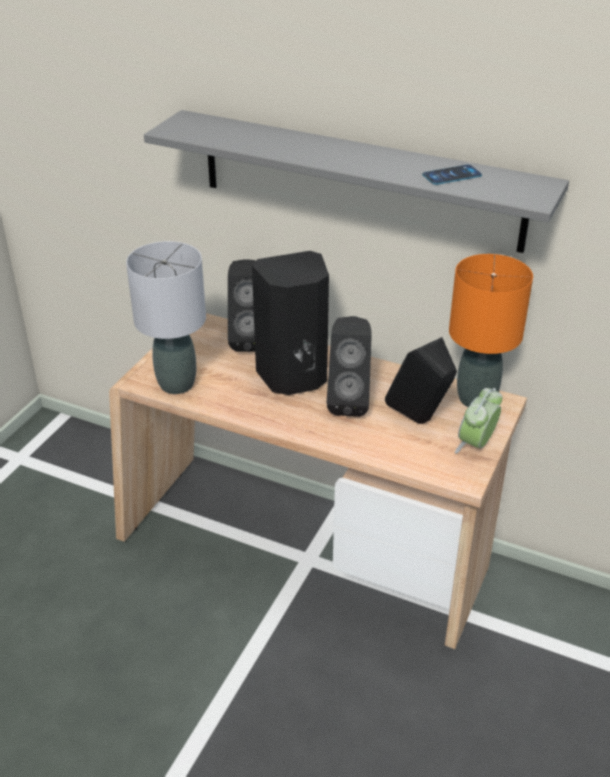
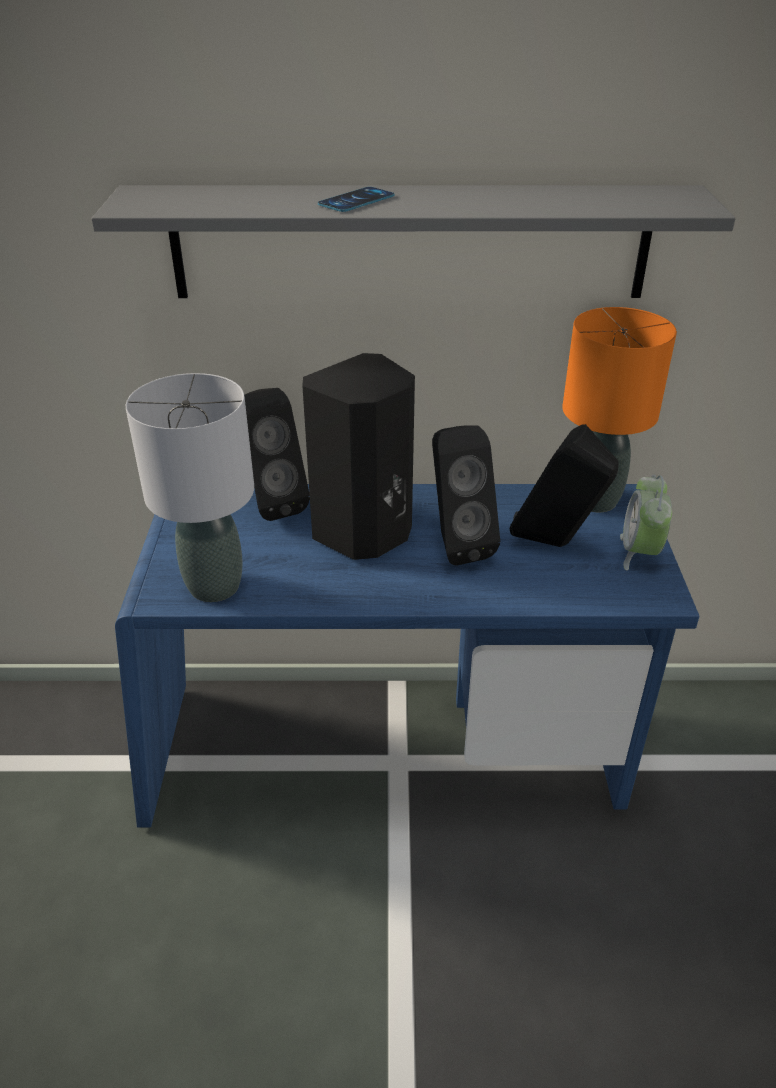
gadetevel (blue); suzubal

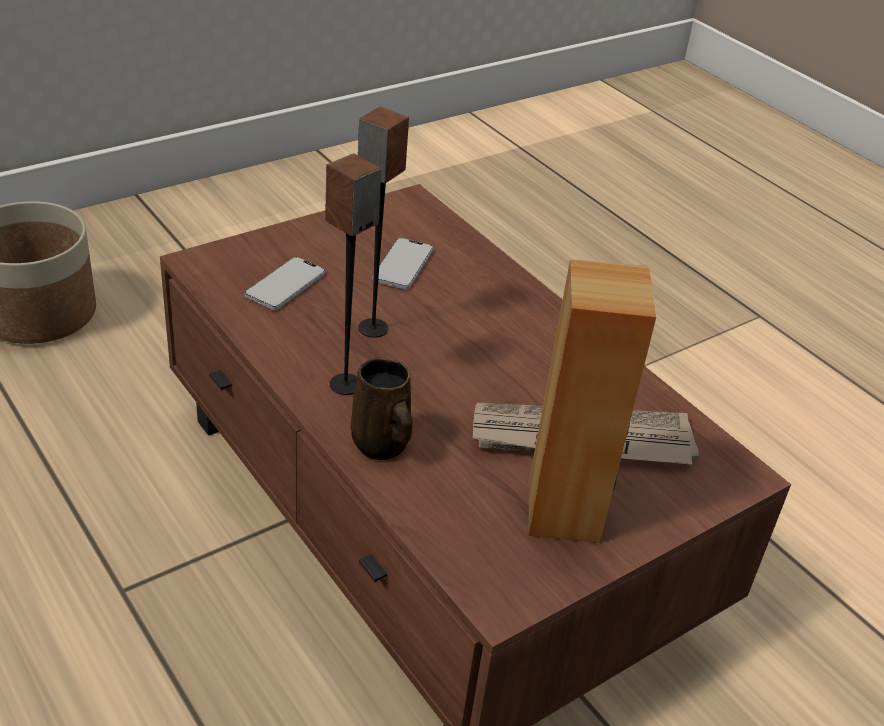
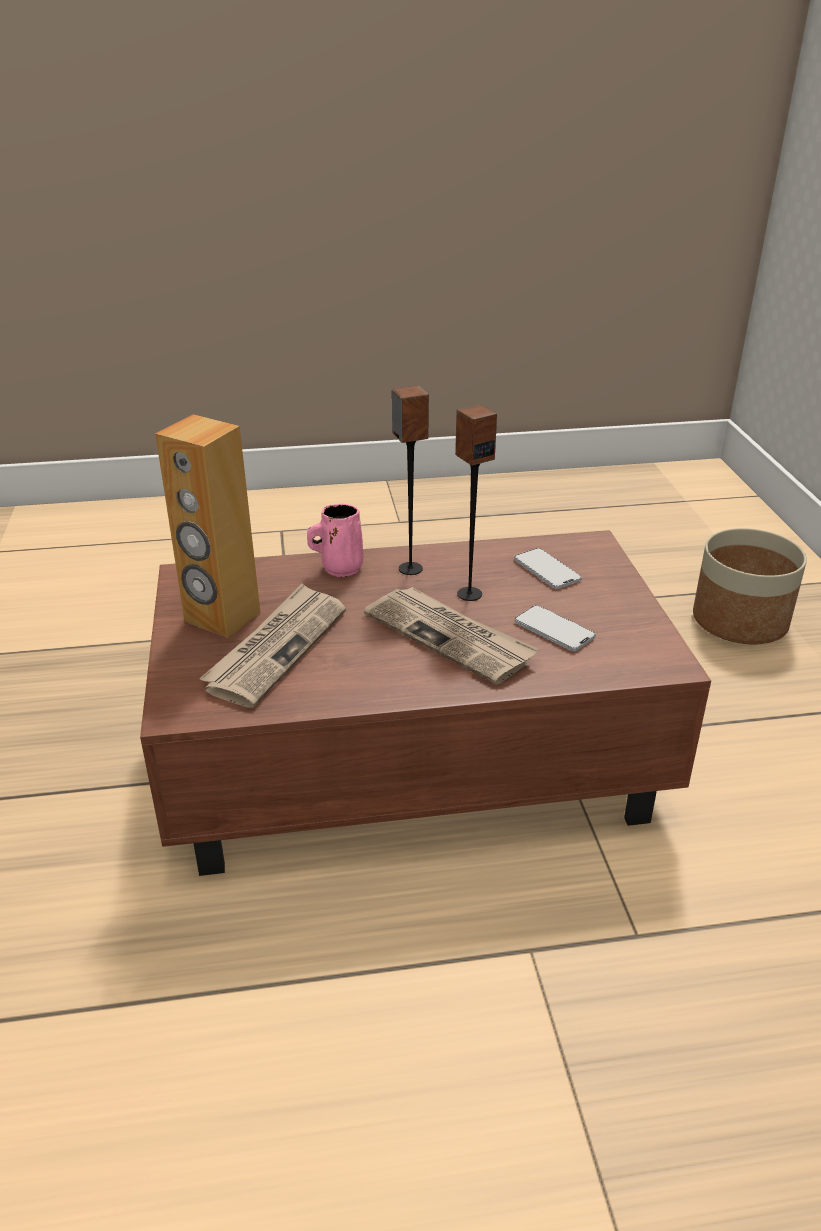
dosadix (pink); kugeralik (no. 2 from left)

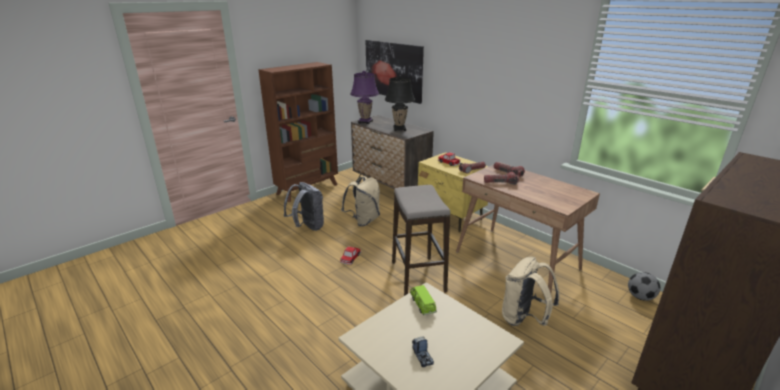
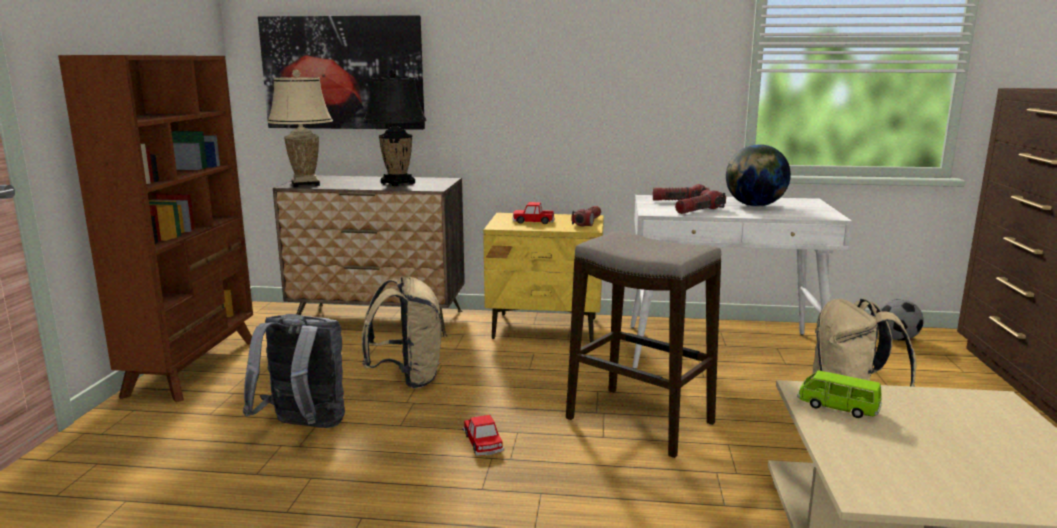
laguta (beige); gadetevel (white); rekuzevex; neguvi

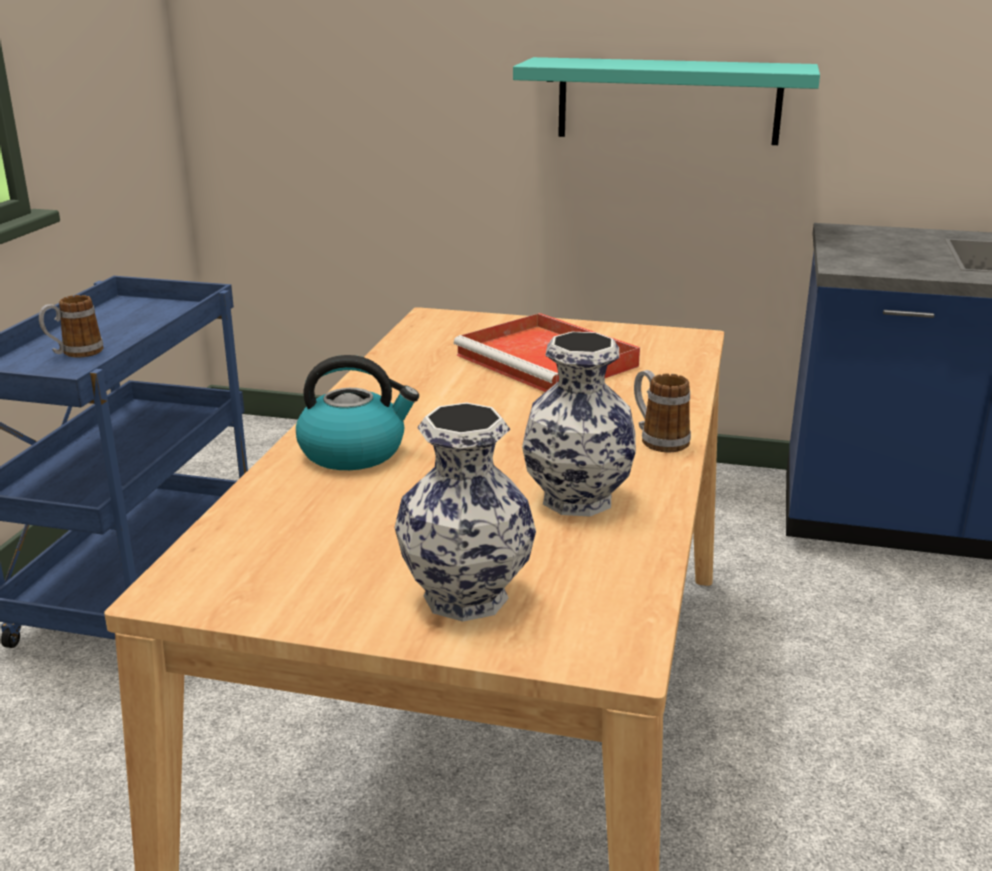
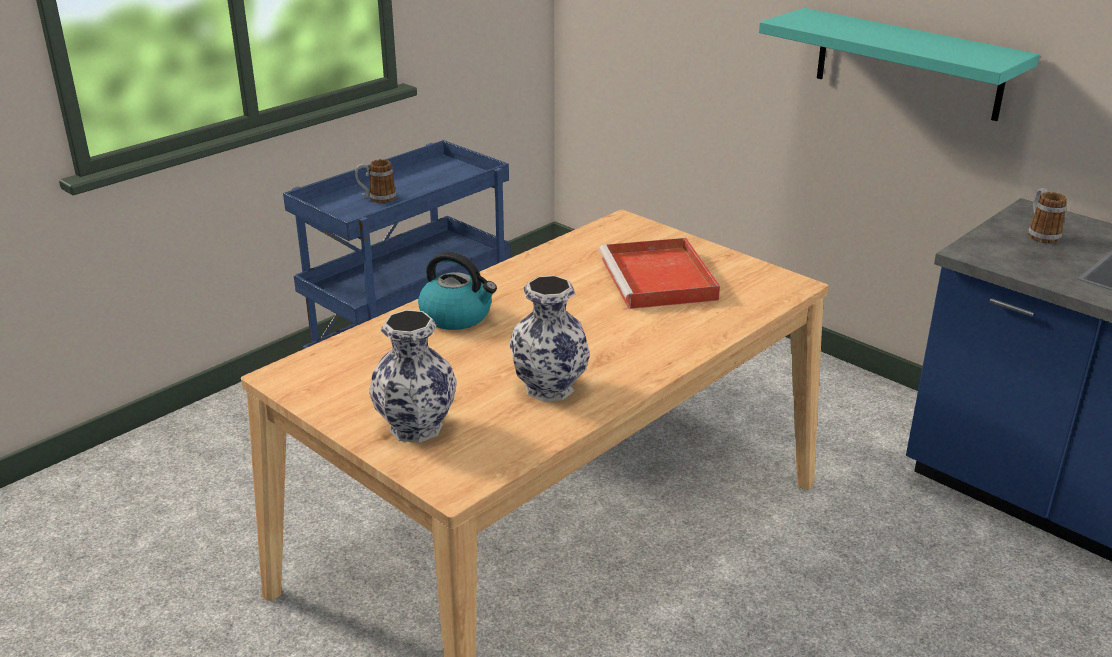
dosadix (no. 2 from left)

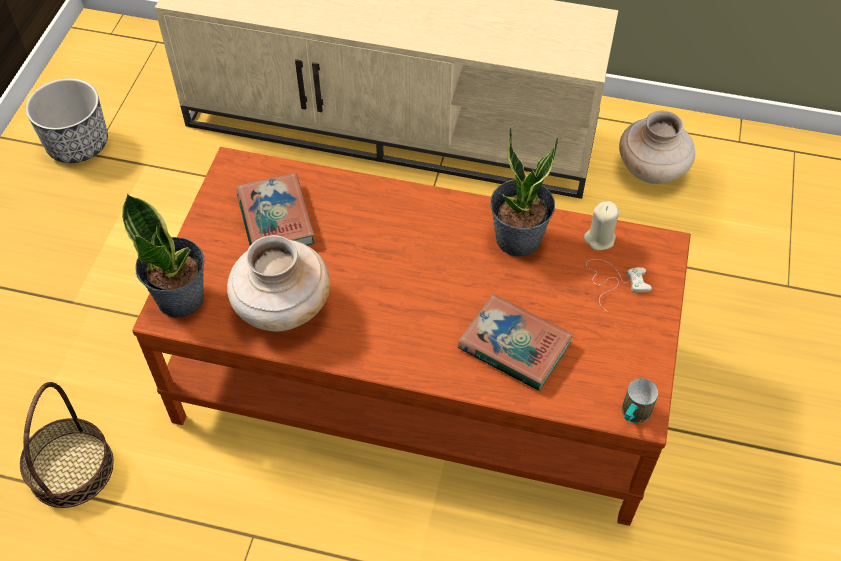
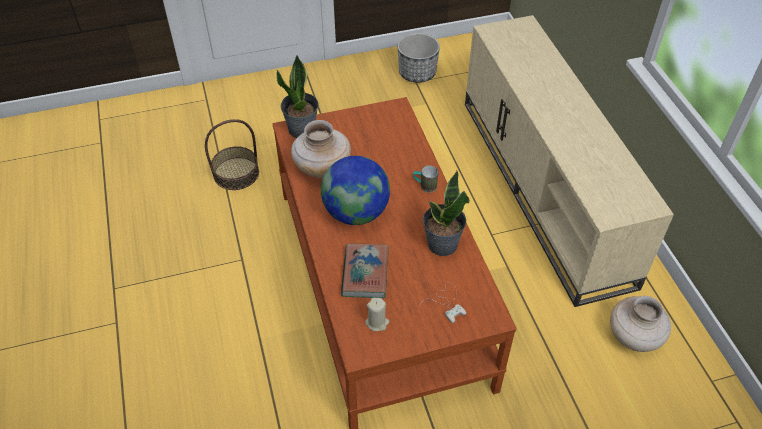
rekuzevex; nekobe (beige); dosadix; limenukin (no. 1 from left in the first image)

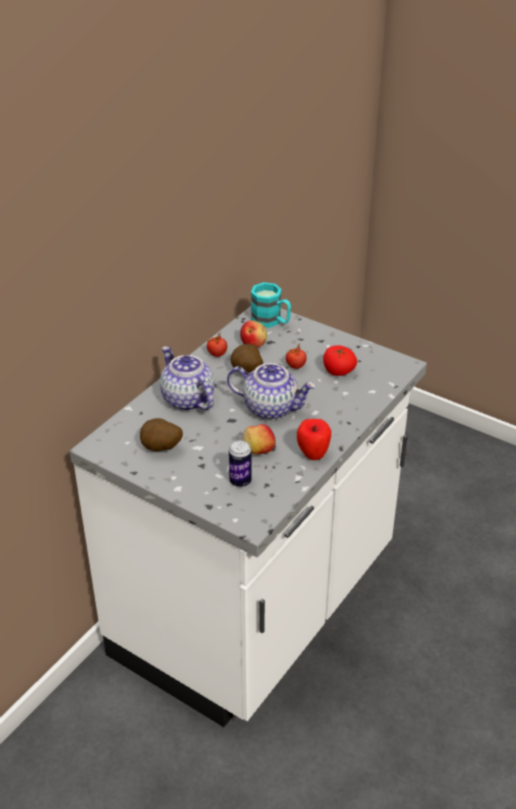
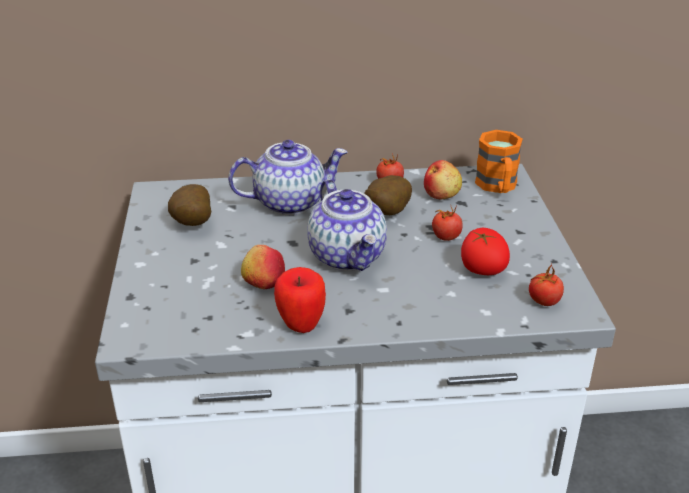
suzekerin (no. 1 from left); dosadix (orange); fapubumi (no. 4 from left); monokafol

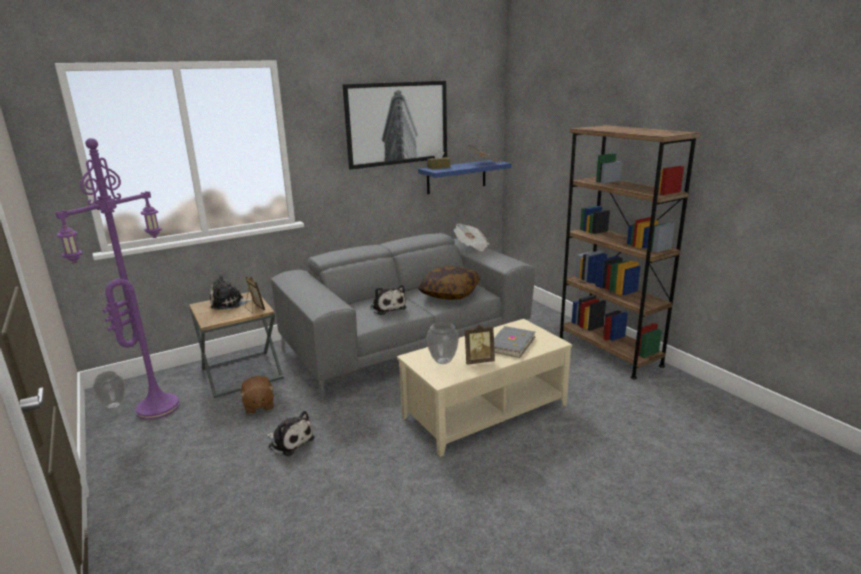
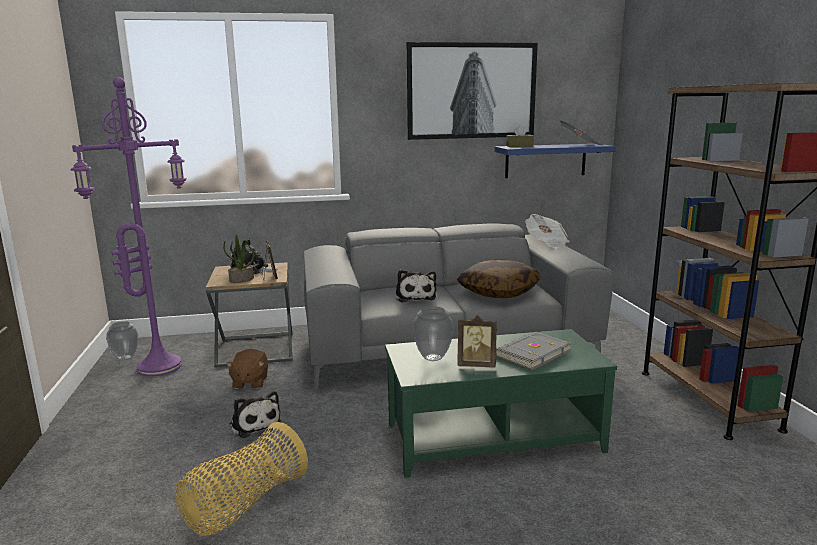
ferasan; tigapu; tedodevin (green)

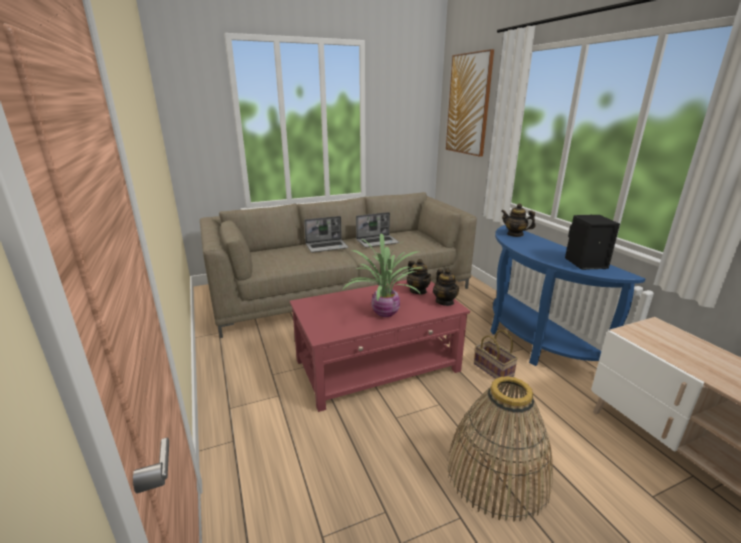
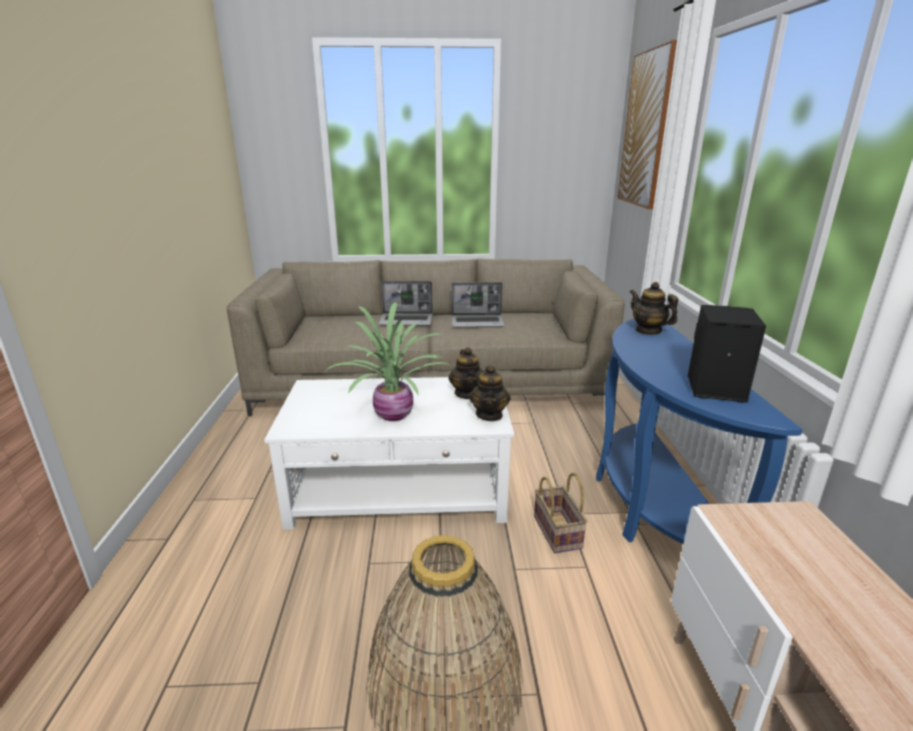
tedodevin (white)

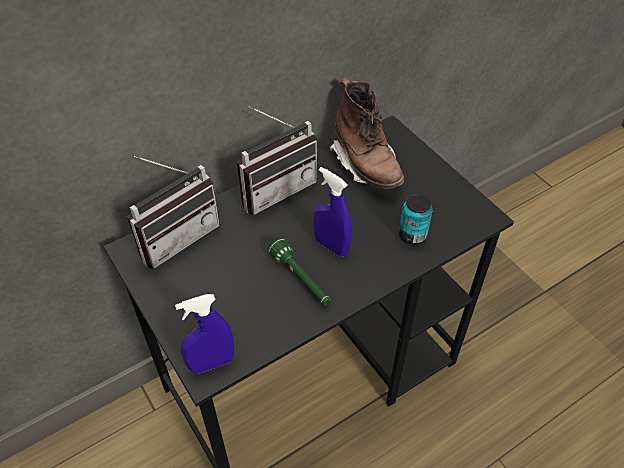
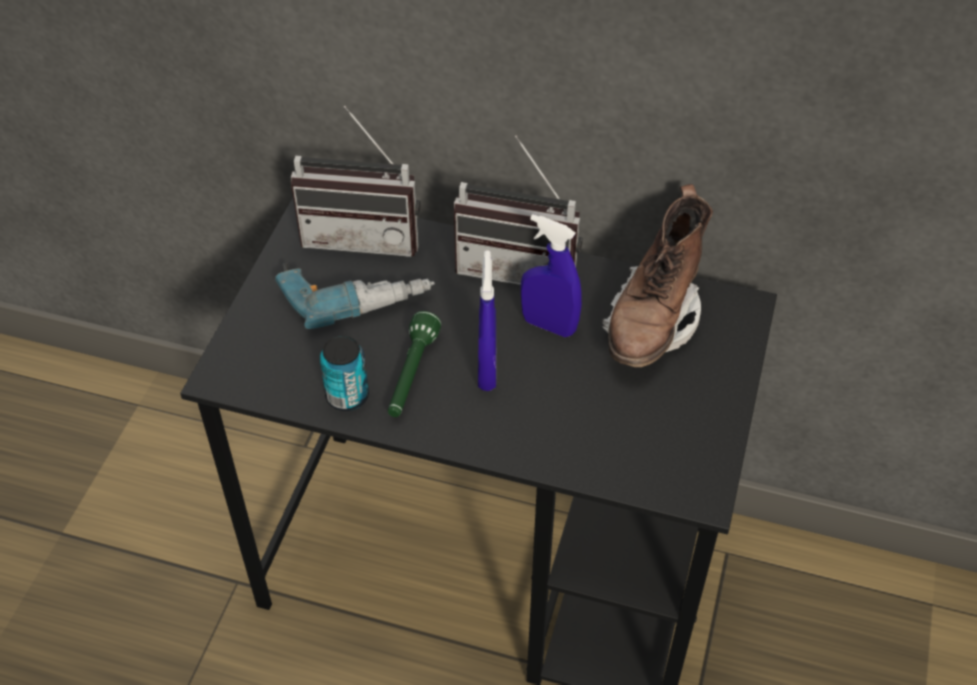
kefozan; monokafol; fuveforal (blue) (no. 2 from left)

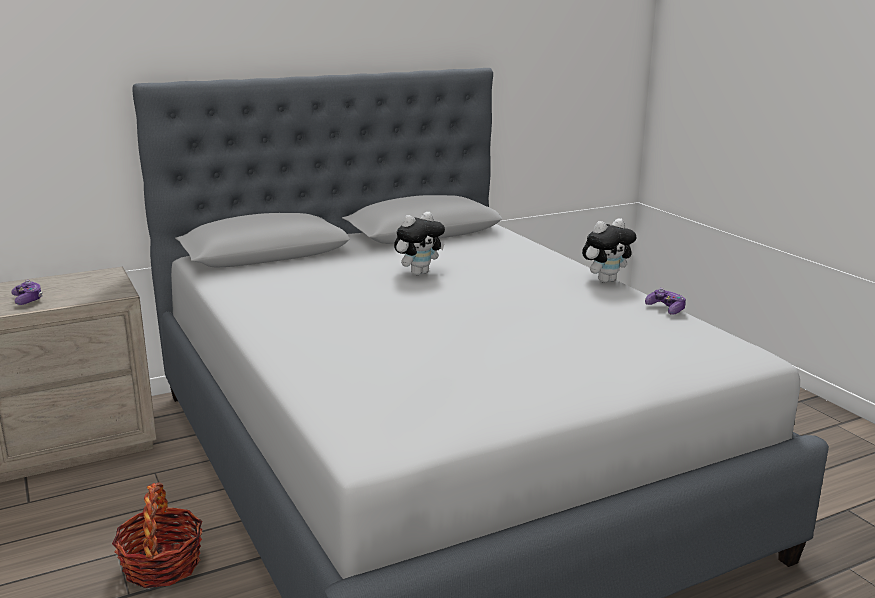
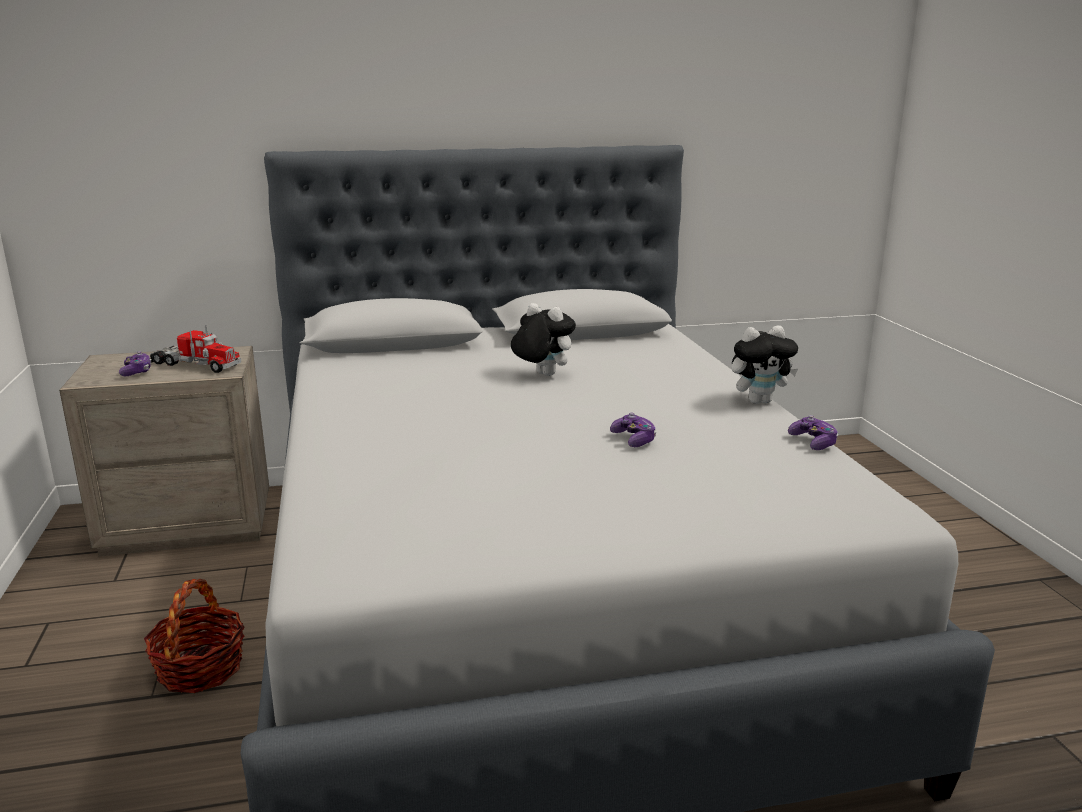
neguvi; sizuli (no. 1 from left); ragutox (no. 2 from left)

